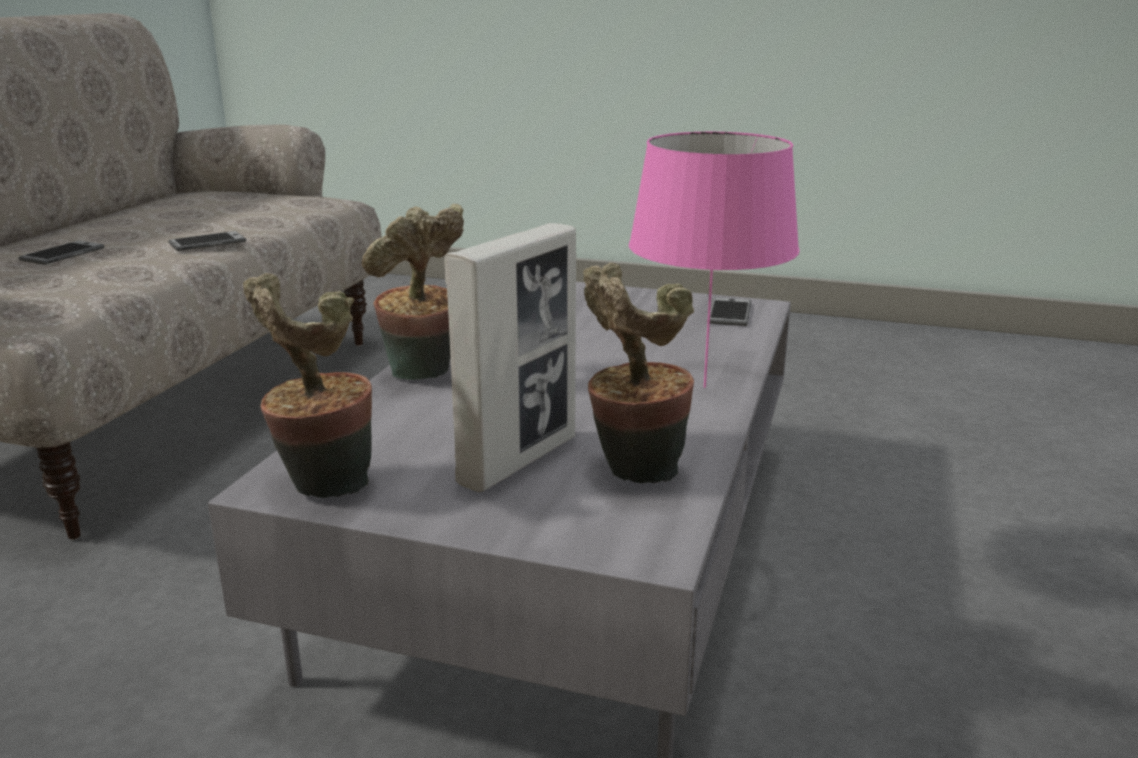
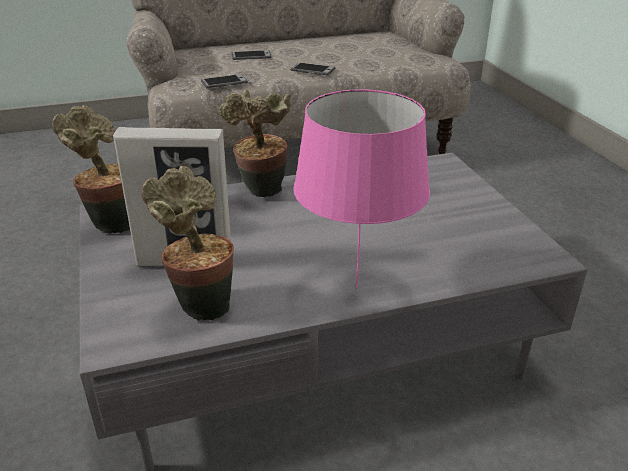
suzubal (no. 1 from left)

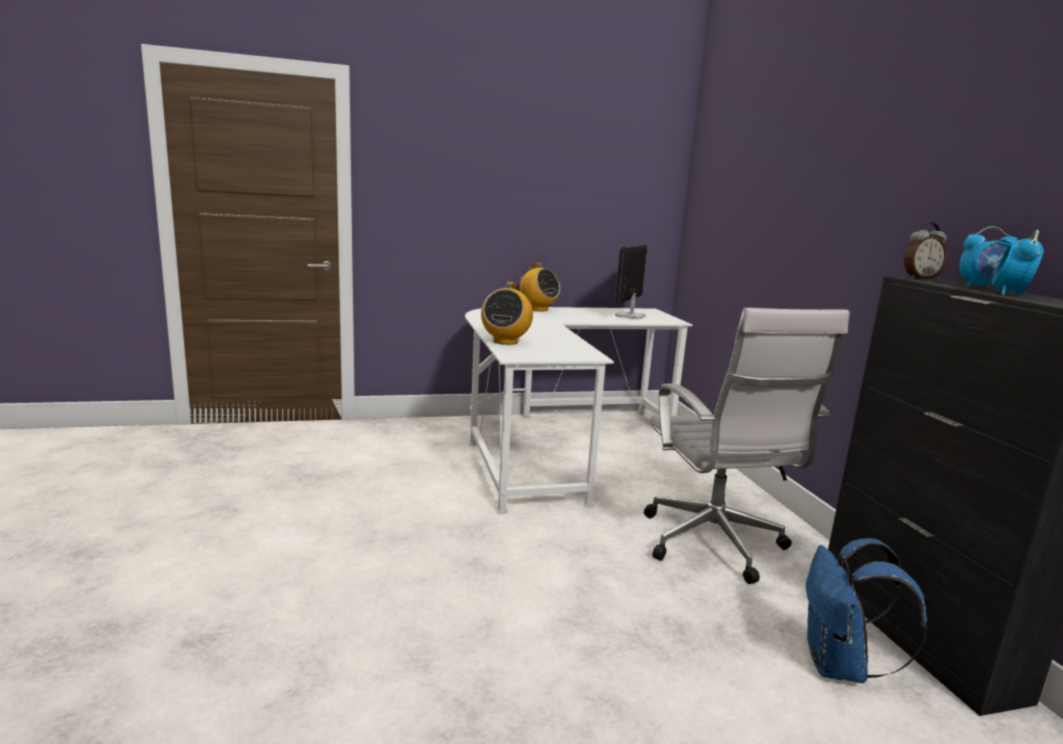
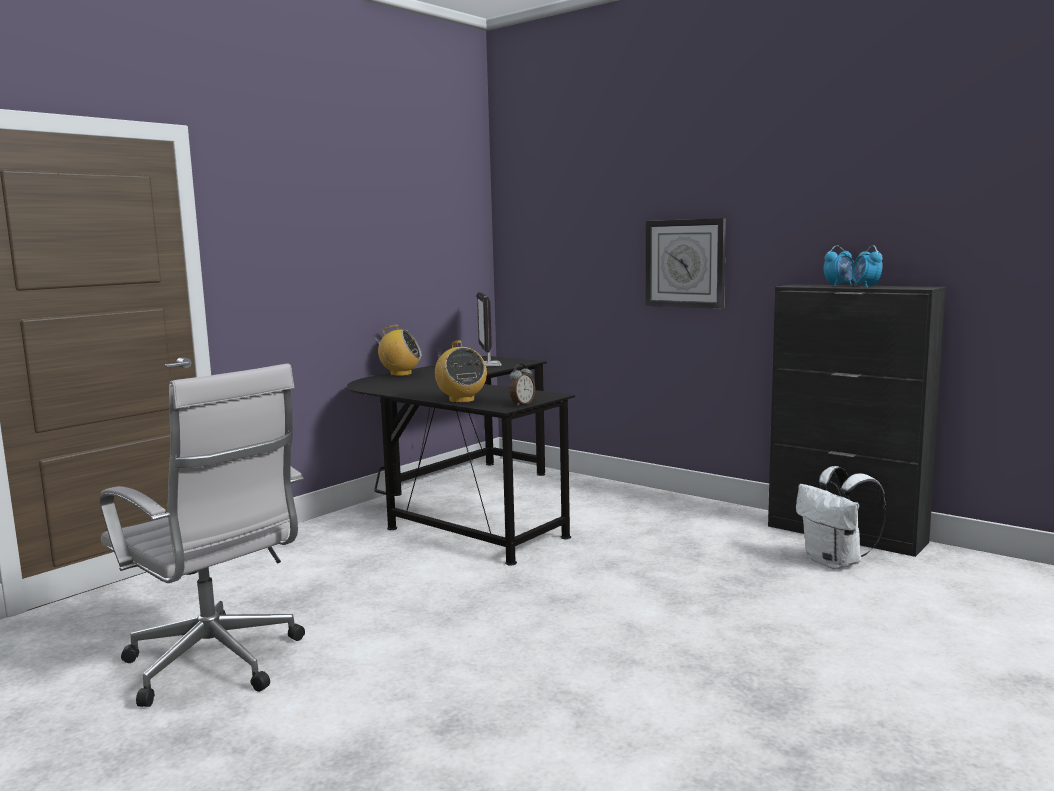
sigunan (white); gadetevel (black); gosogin (no. 1 from left); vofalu; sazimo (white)

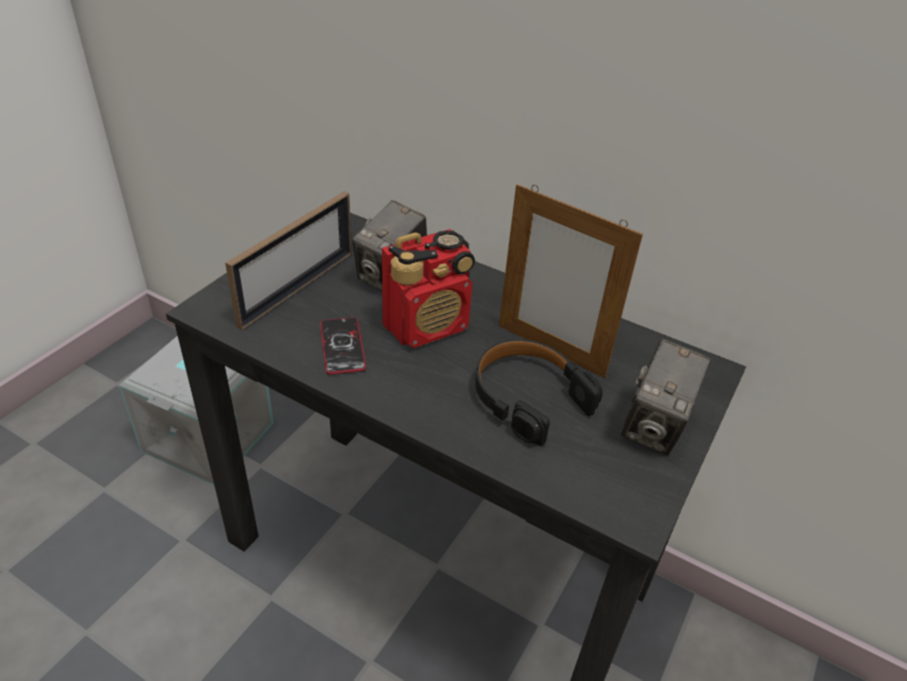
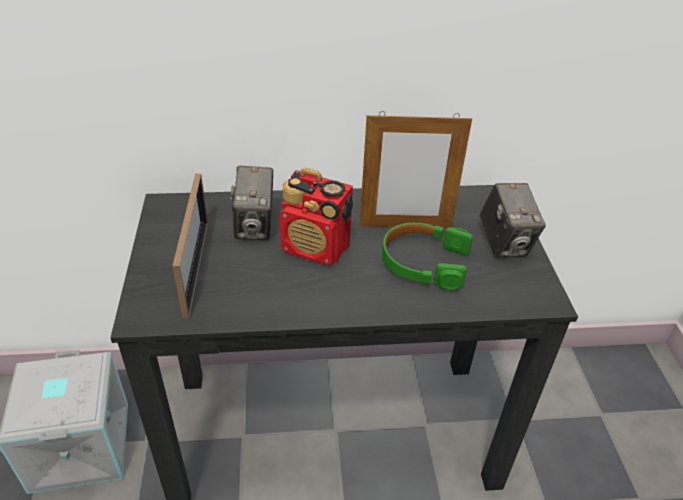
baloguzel; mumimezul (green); suzubal

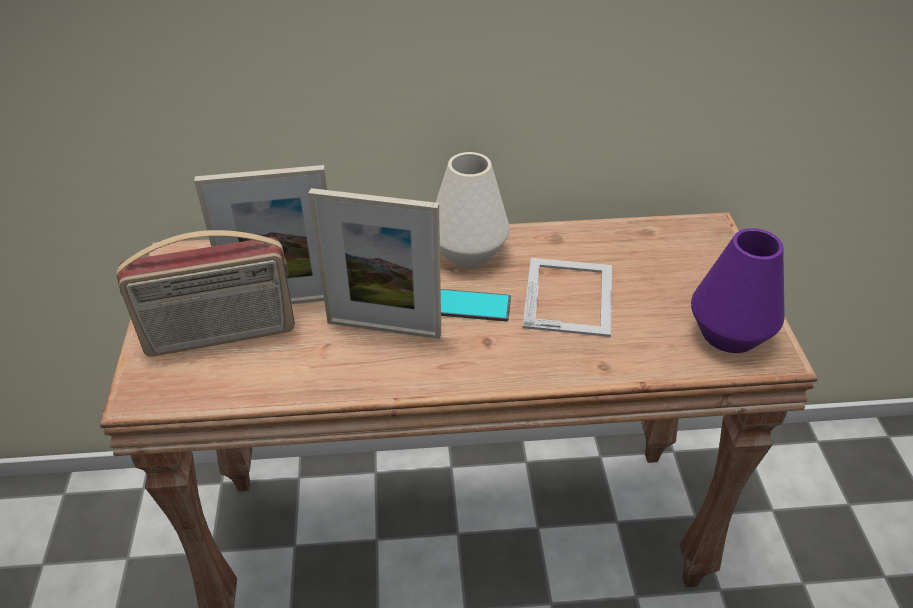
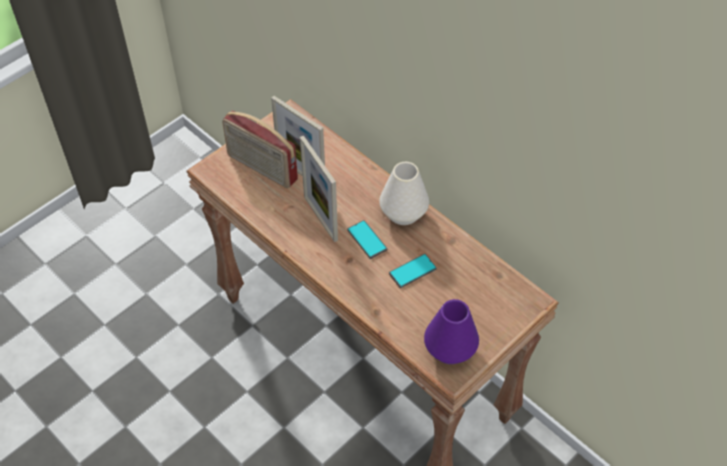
suzubal (no. 2 from left)

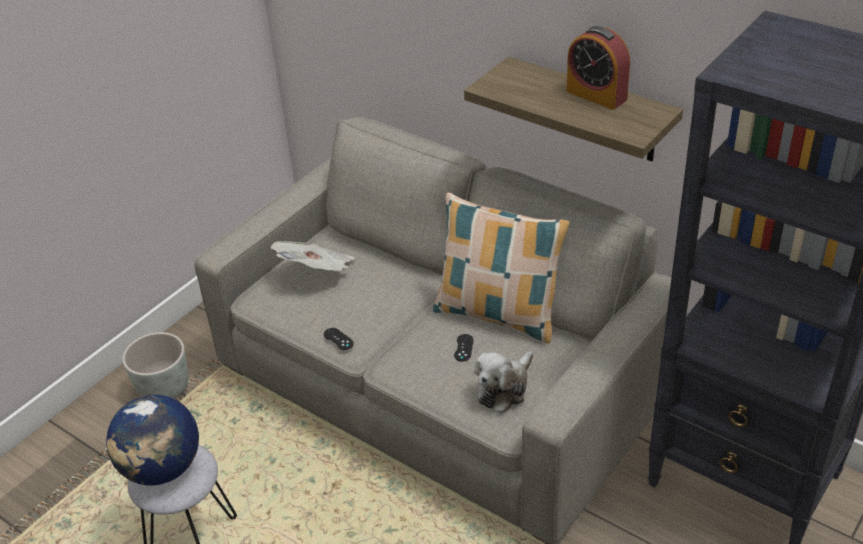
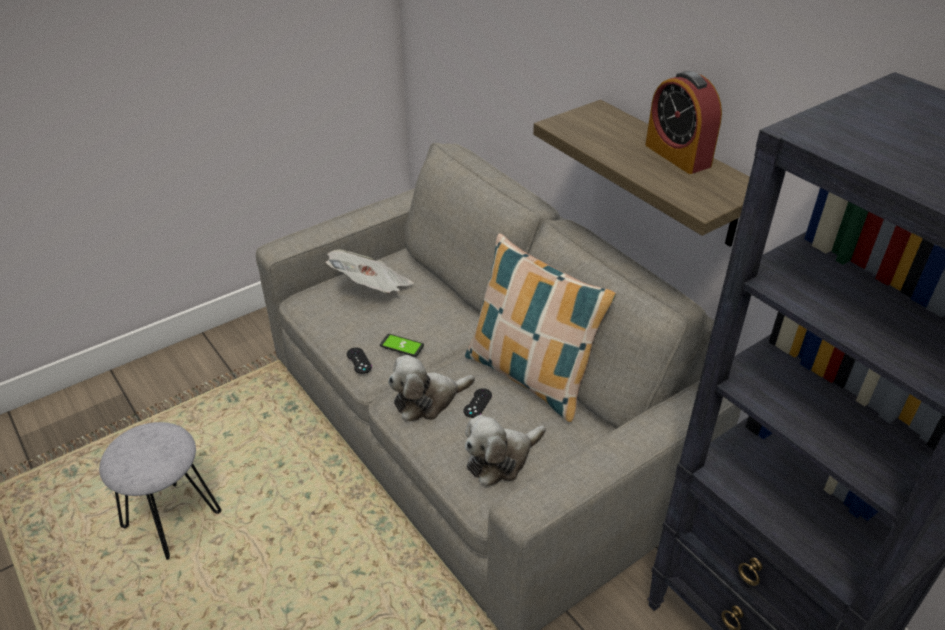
suzubal; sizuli (no. 1 from left); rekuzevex; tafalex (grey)

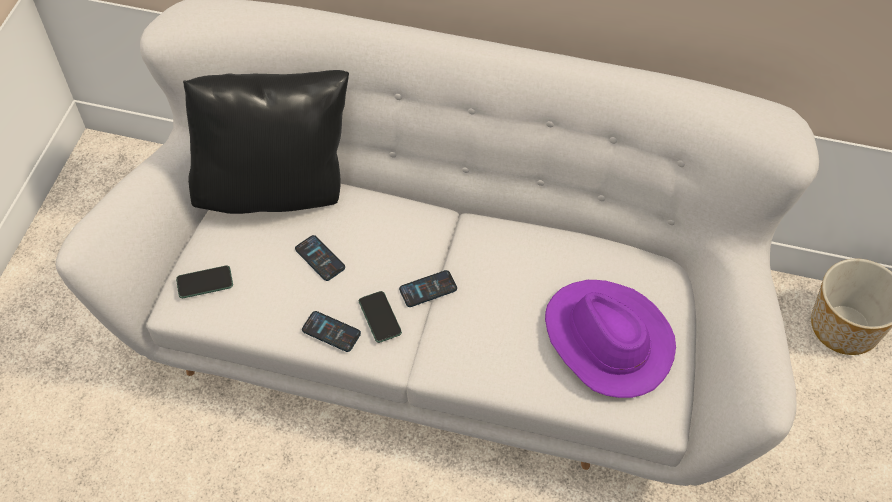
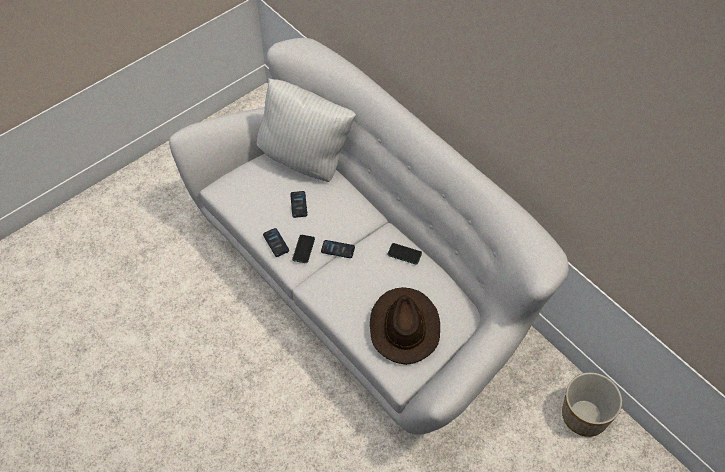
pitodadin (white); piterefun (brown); suzubal (no. 5 from left)

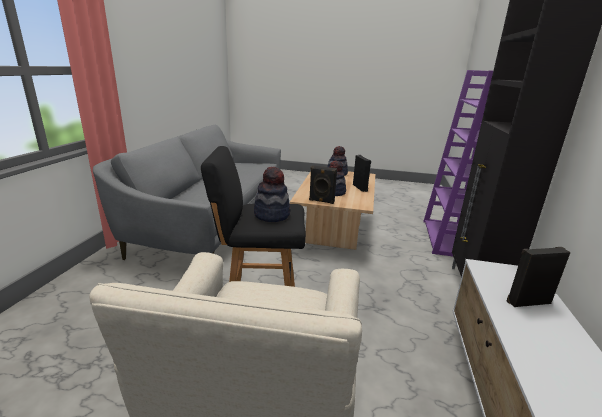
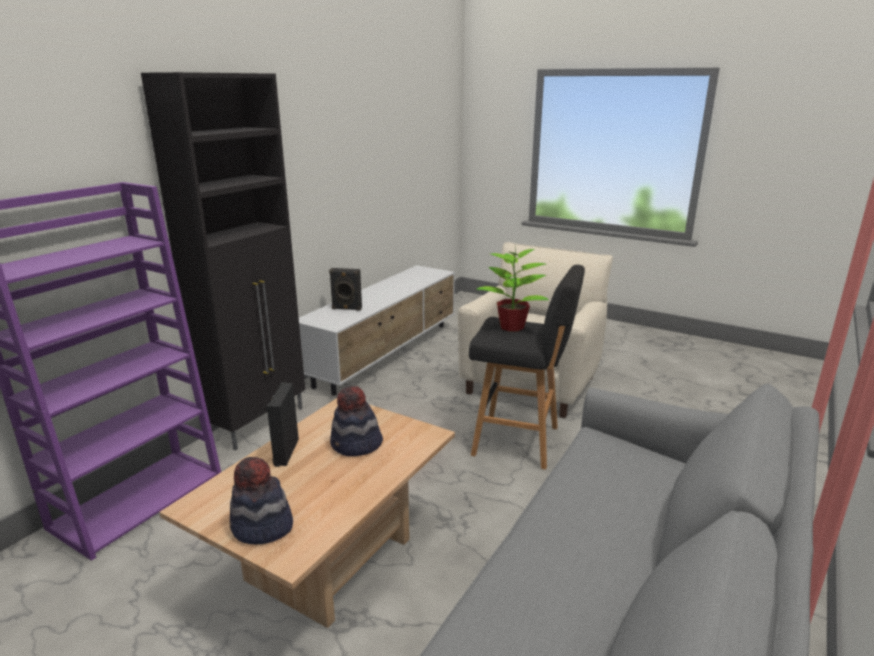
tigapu; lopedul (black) (no. 1 from left in the first image)

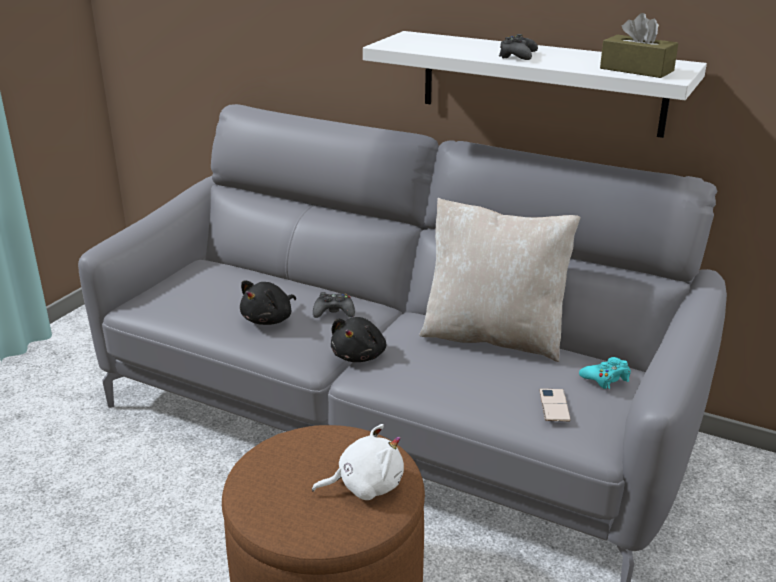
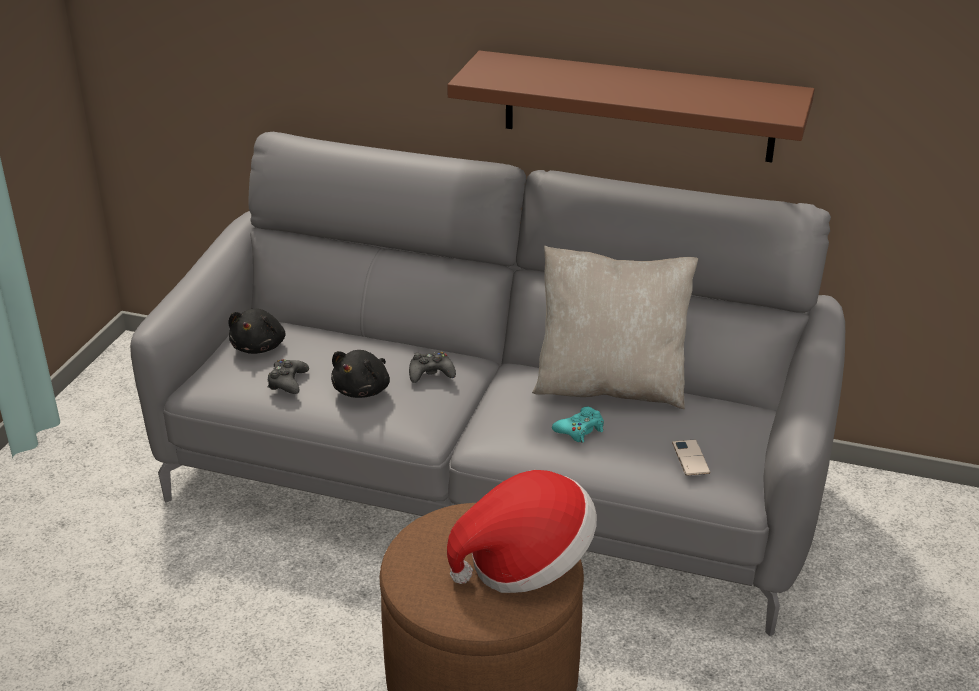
sizuli (black) (no. 1 from left); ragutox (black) (no. 1 from left); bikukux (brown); piterefun; ragutox (turquoise); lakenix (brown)

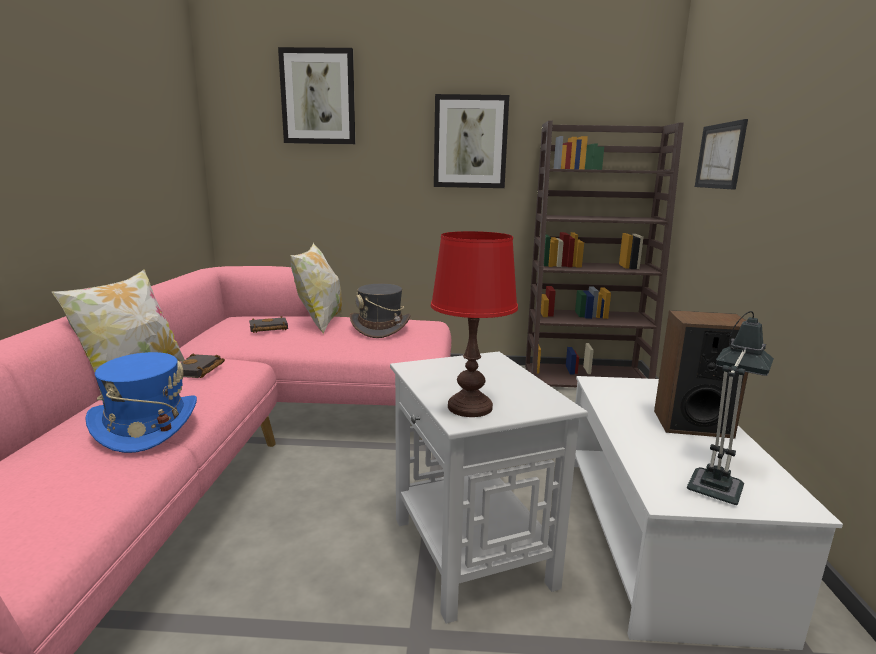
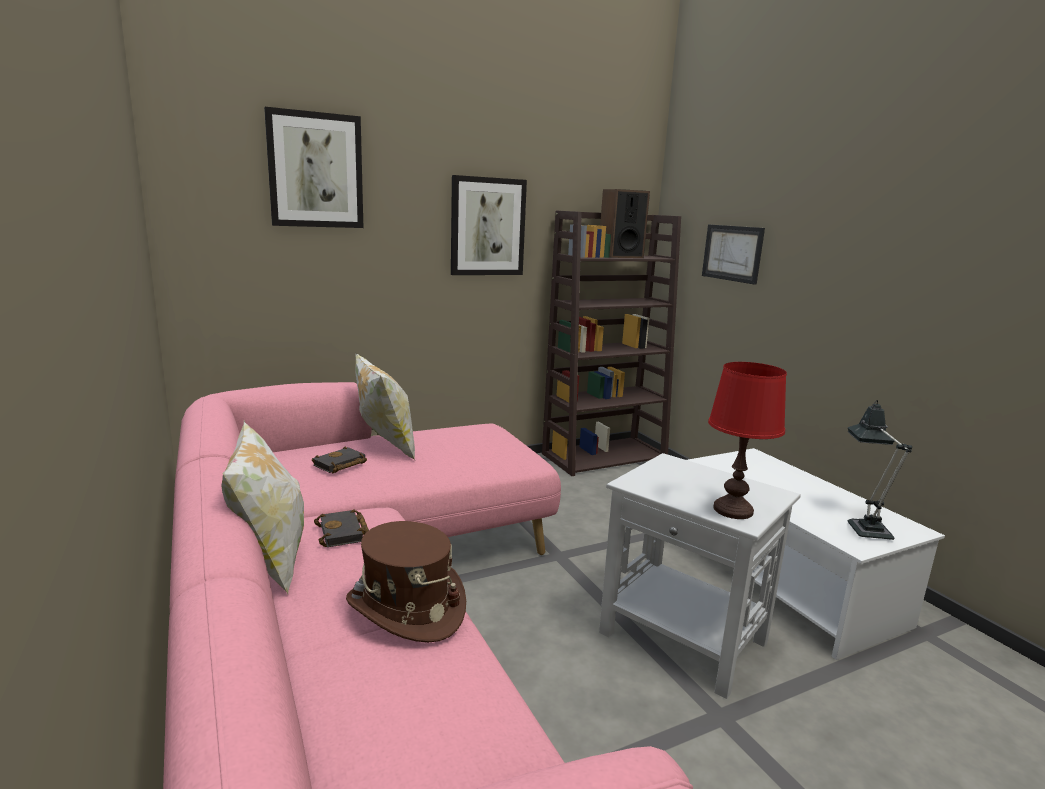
piterefun (brown); lopedul; piterefun (grey)

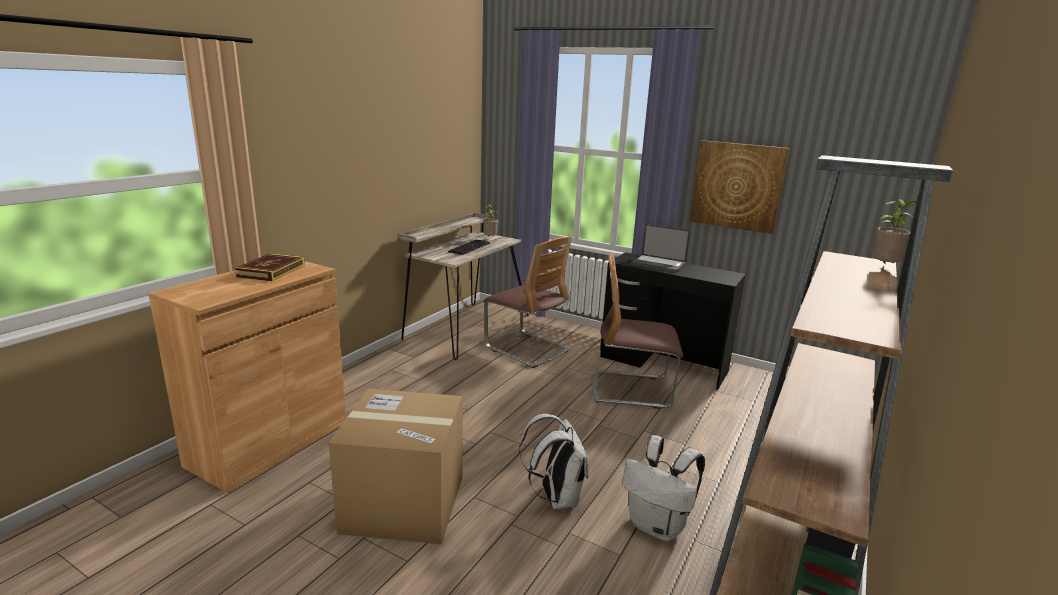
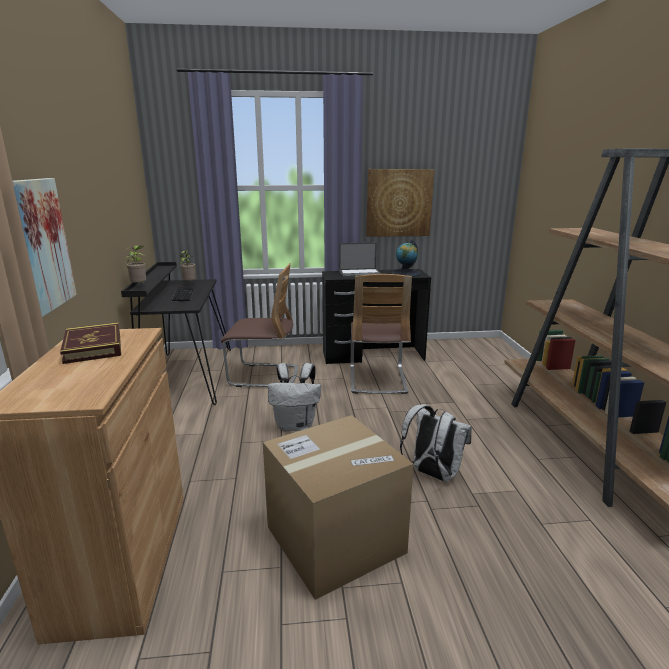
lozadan (no. 1 from left); gadetevel (black) (no. 1 from left); tigapu (no. 1 from left); sazimo (white) (no. 1 from left); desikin (no. 2 from left); rekuzevex

